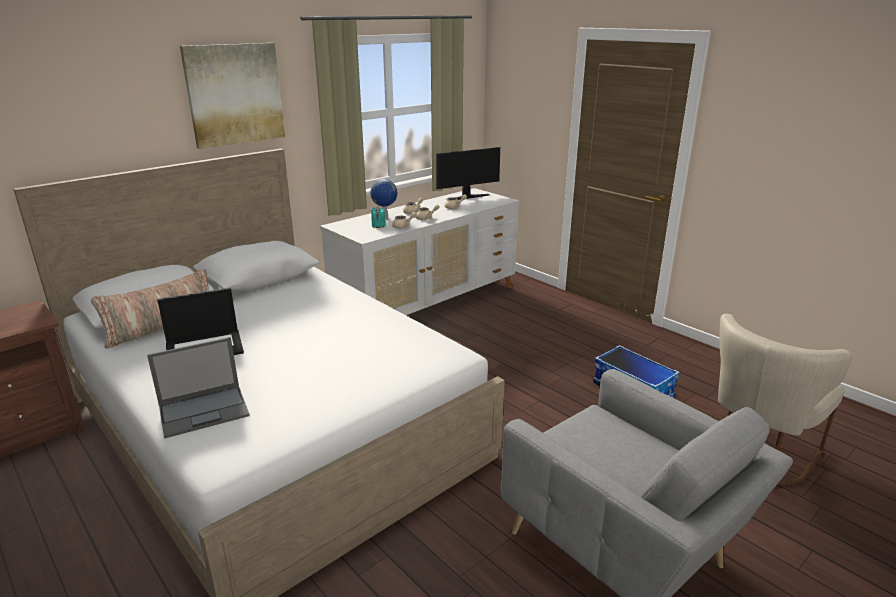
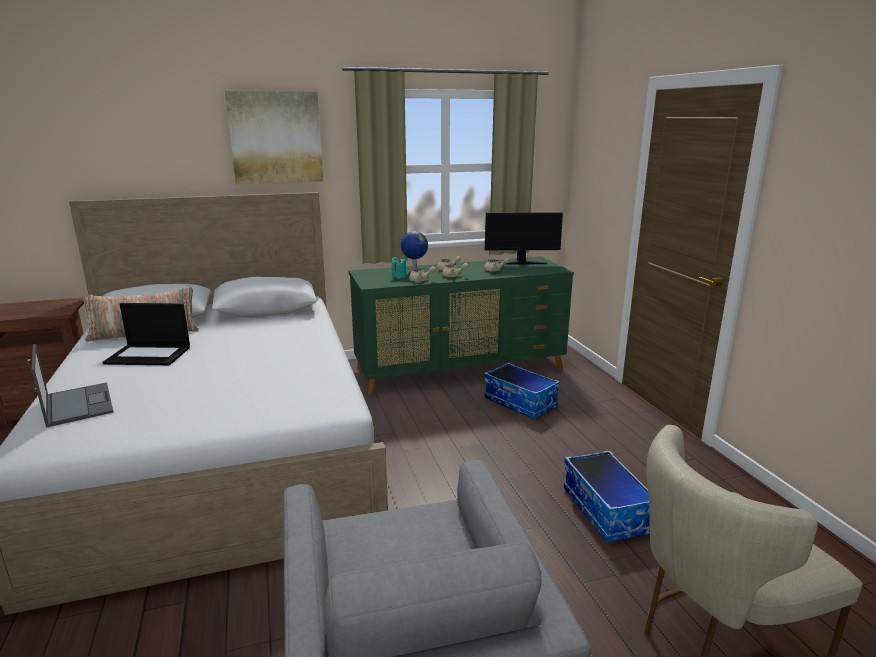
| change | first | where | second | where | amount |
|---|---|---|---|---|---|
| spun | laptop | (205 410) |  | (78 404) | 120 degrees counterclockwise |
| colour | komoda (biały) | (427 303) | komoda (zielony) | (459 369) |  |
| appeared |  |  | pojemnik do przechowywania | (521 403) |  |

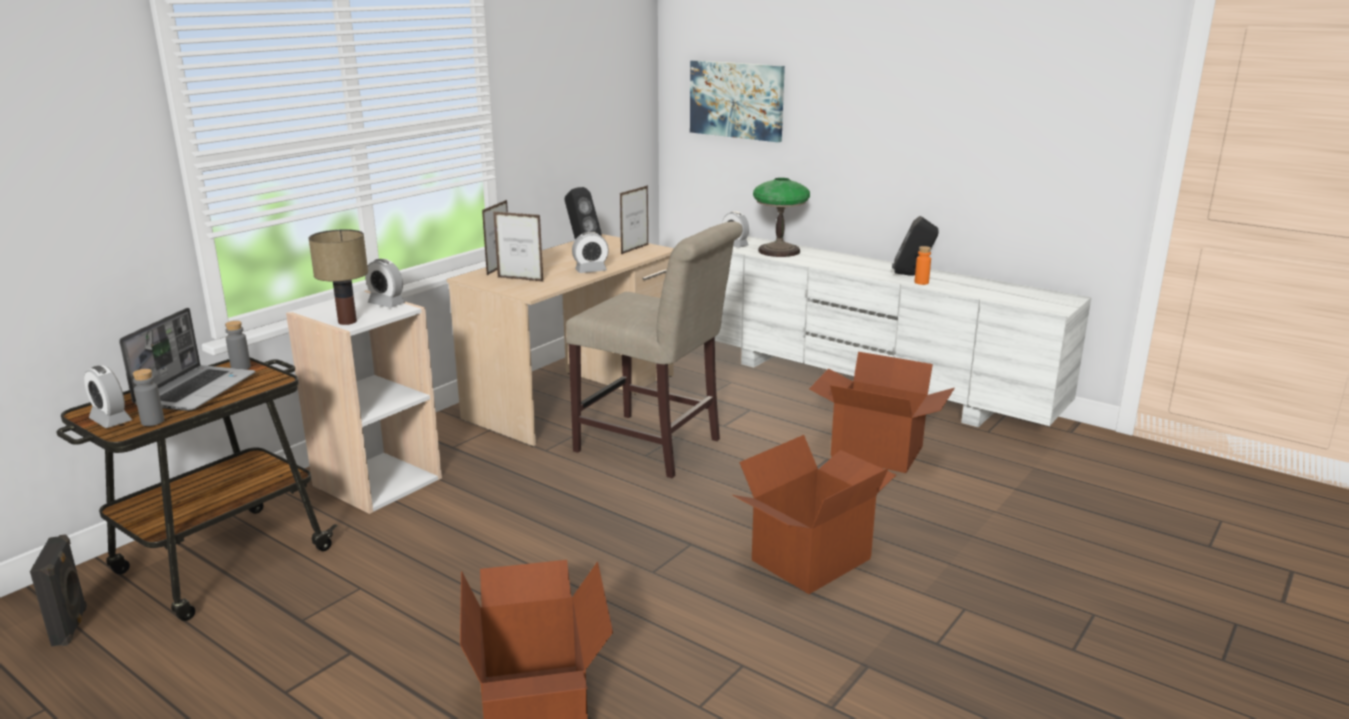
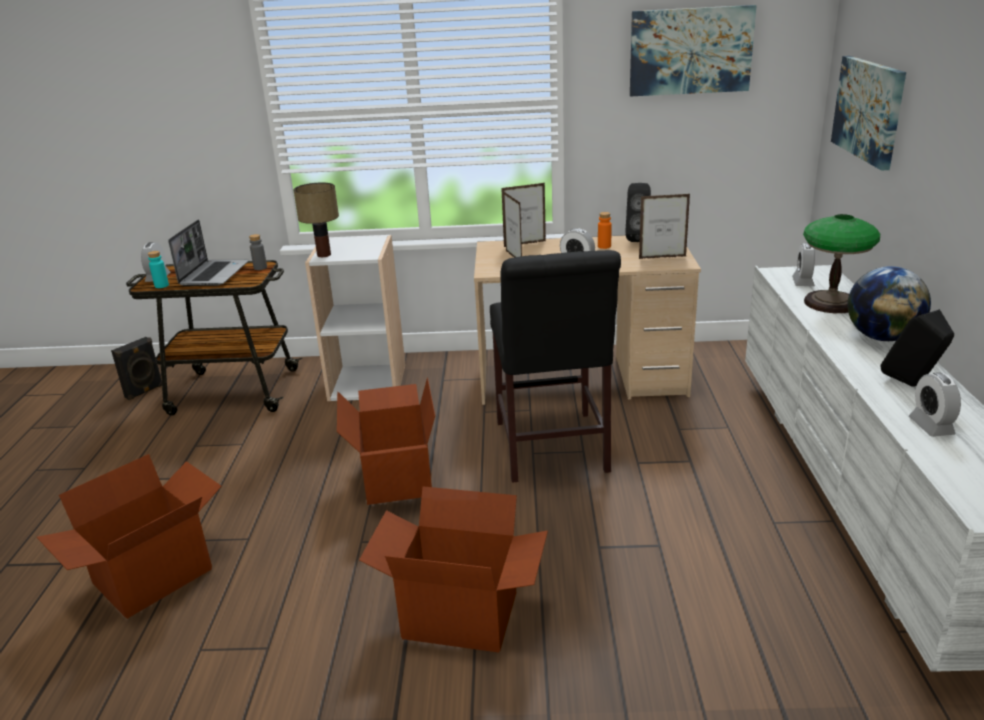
| change | first | where | second | where | amount |
|---|---|---|---|---|---|
| spun | laptop | (196 390) |  | (214 274) | 60 degrees counterclockwise |
| colour | butelka (szary) | (152 421) | butelka (turkusowy) | (161 285) |  |
| relocated | budzik | (386 303) |  | (931 426) |  |
| colour | krzesło (beżowy) | (654 447) | krzesło (czarny) | (551 450) |  |
| relocated | karton | (876 452) |  | (395 478) |  |
| relocated | butelka (pomarańczowy) | (921 282) |  | (604 246) |  |
| appeared |  |  | obraz | (690 51) |  |
| appeared |  |  | globus | (881 337) |  |

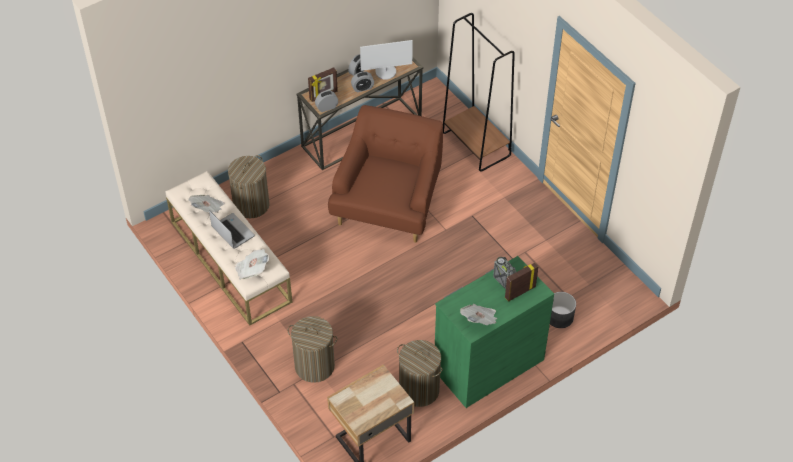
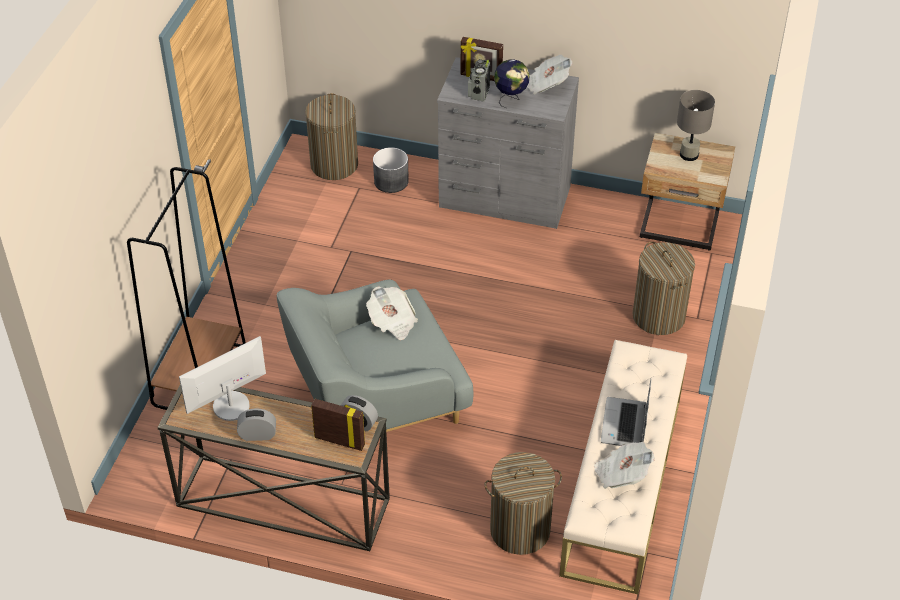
| change | first | where | second | where | amount |
|---|---|---|---|---|---|
| relocated | gazeta | (252 270) |  | (392 322) |  |
| colour | fotel (brązowy) | (388 203) | fotel (szary) | (377 398) |  |
| missing | budzik | (362 88) |  |  |  |
| spun | monitor | (386 72) |  | (230 406) | 75 degrees counterclockwise |
| relocated | kosz na pranie | (419 390) |  | (334 165) |  |
| colour | komoda (zielony) | (487 364) | komoda (szary) | (505 199) |  |
| appeared |  |  | globus | (511 99) |  |
| appeared |  |  | lampa stołowa (szary) | (688 154) |  |

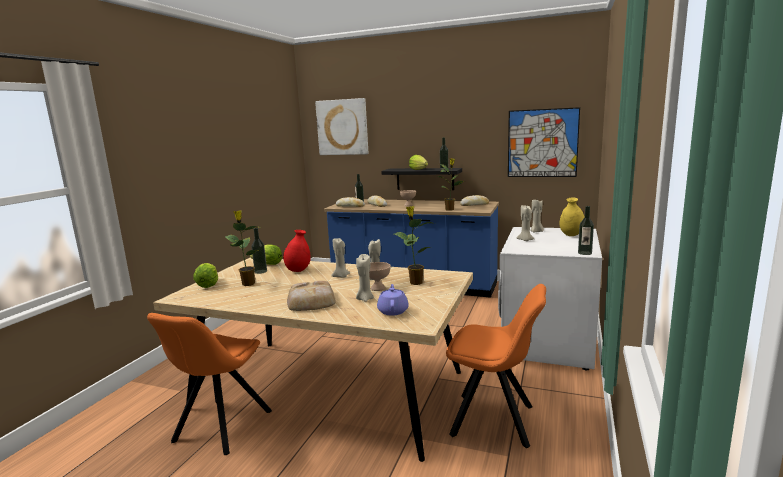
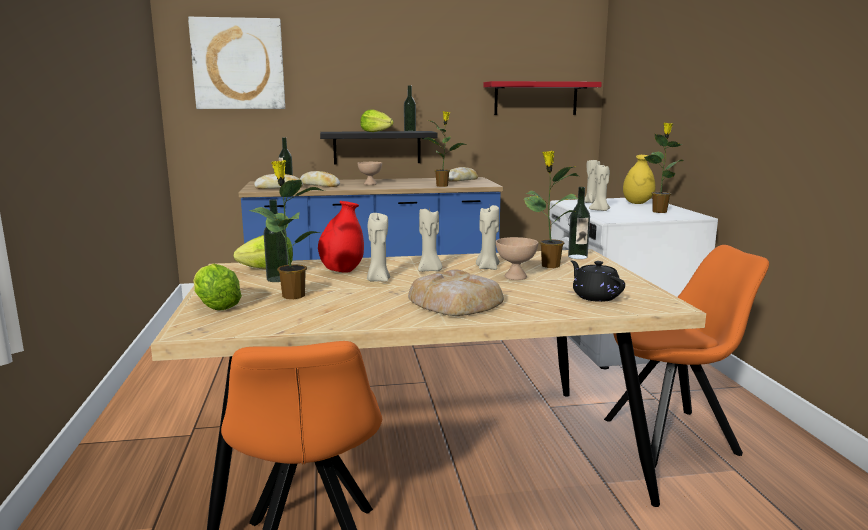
| change | first | where | second | where | amount |
|---|---|---|---|---|---|
| relocated | świeca (beżowy) | (365 299) |  | (378 280) |  |
| colour | imbryk (fioletowy) | (393 311) | imbryk (czarny) | (595 296) |  |
| exchanged | obraz | (542 143) | półka (czerwony) | (535 98) |  |
| relocated | butelka | (584 253) |  | (577 257) |  |
| appeared |  |  | roślina doniczkowa | (659 211) |  |

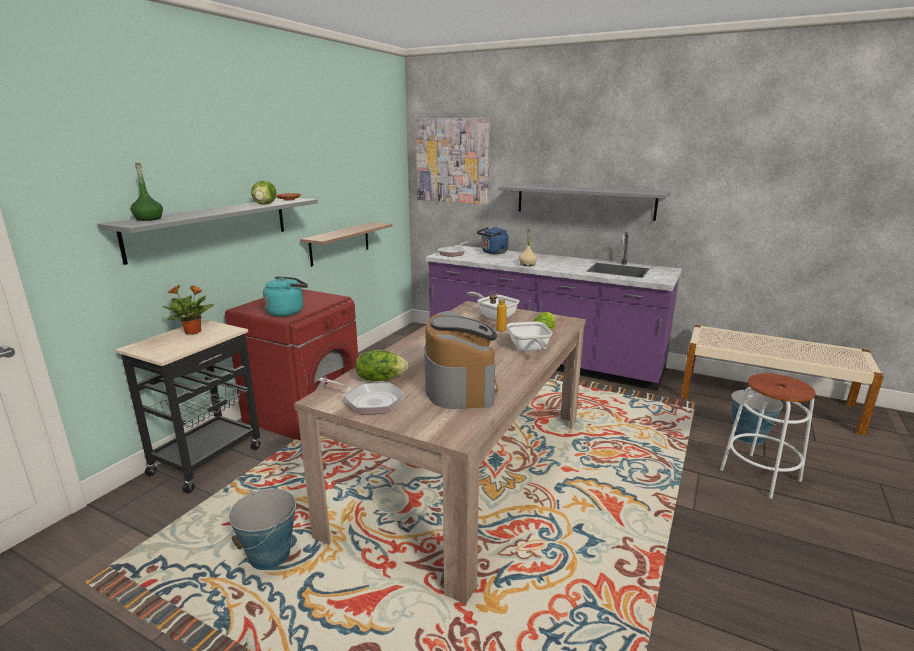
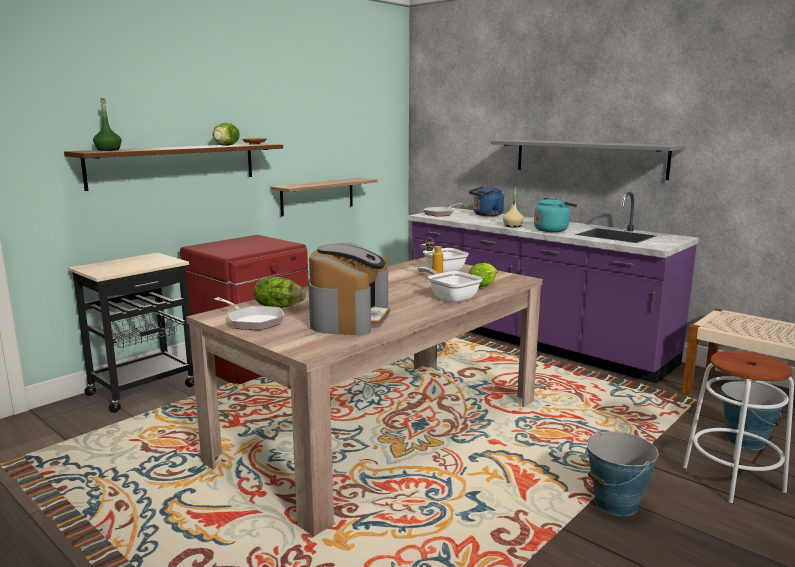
| change | first | where | second | where | amount |
|---|---|---|---|---|---|
| colour | półka (szary) | (212 227) | półka (brązowy) | (174 165) |  |
| missing | roślina doniczkowa | (194 332) |  |  |  |
| relocated | wiadro | (270 556) |  | (616 503) |  |
| relocated | czajnik (turkusowy) | (287 312) |  | (552 230) |  |
| missing | obraz | (453 160) |  |  |  |
| spun | patelnia | (529 349) |  | (450 297) | 135 degrees clockwise |

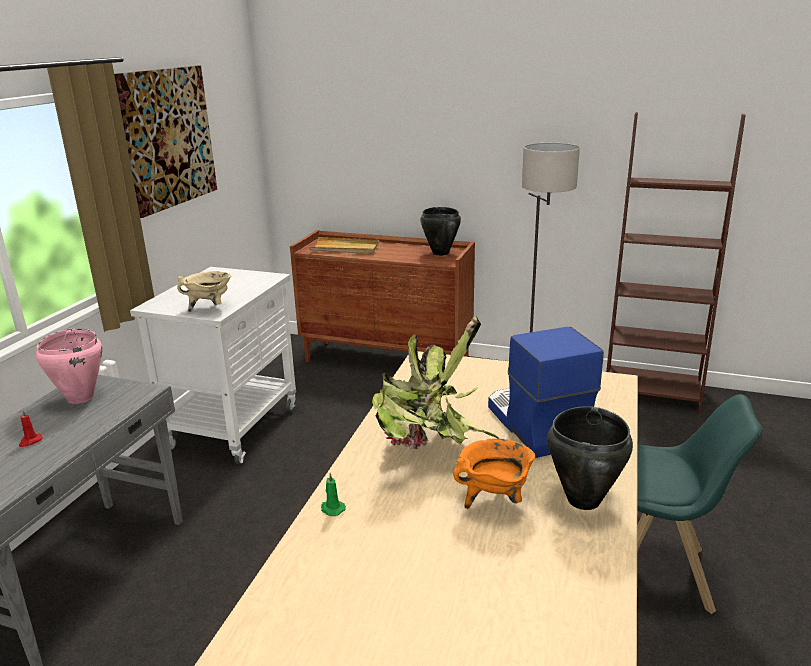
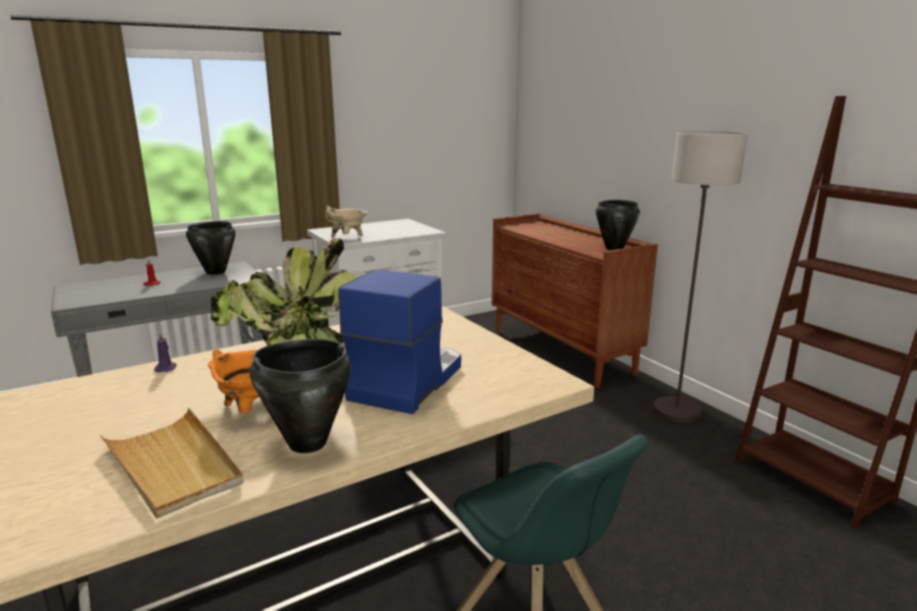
| change | first | where | second | where | amount |
|---|---|---|---|---|---|
| colour | garnek (różowy) | (80 398) | garnek (czarny) | (215 272) |  |
| missing | obraz | (168 138) |  |  |  |
| relocated | taca (beżowy) | (345 248) |  | (173 465) |  |
| colour | świeca (zielony) | (332 509) | świeca (fioletowy) | (166 368) |  |

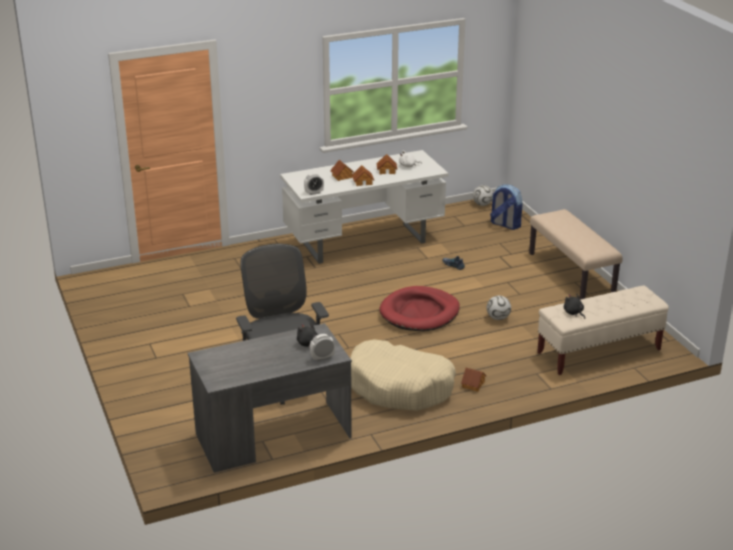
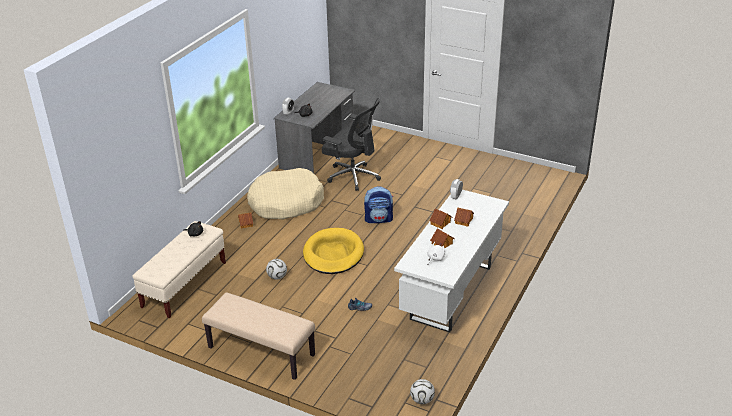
| change | first | where | second | where | amount |
|---|---|---|---|---|---|
| colour | legowisko (czerwony) | (419 312) | legowisko (żółty) | (333 254) |  |
| relocated | plecak | (505 224) |  | (379 219) |  |

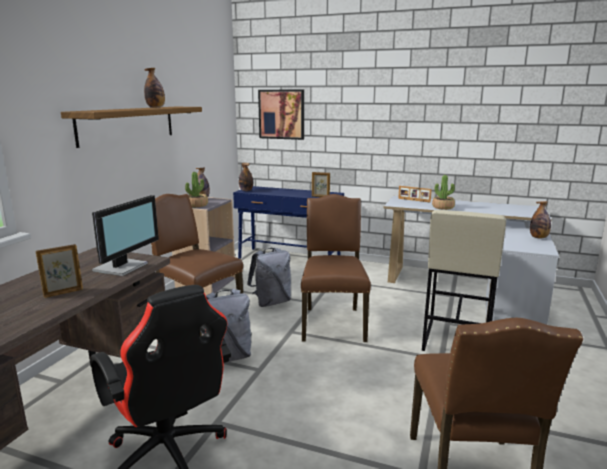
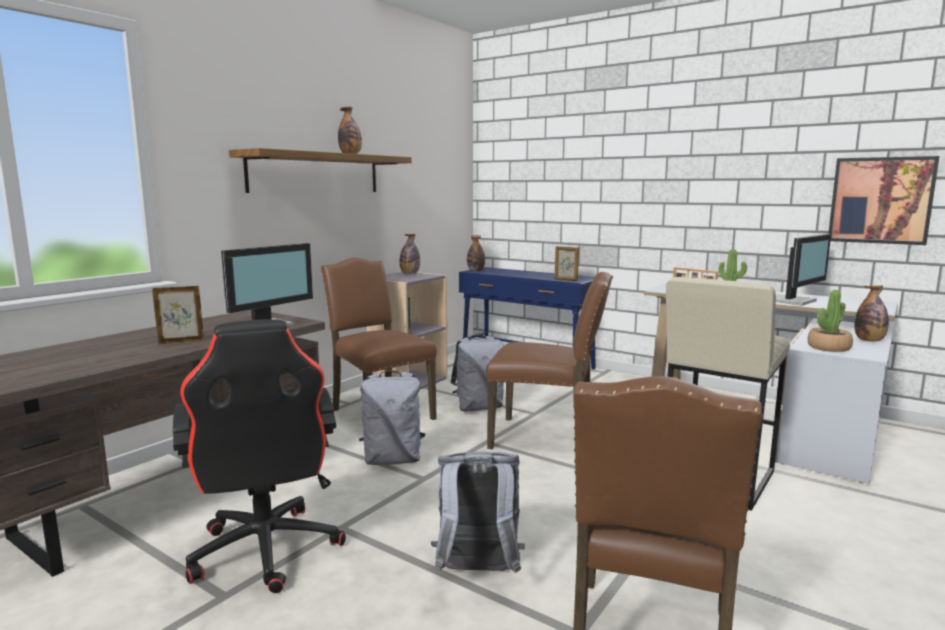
| change | first | where | second | where | amount |
|---|---|---|---|---|---|
| relocated | roślina doniczkowa | (196 205) |  | (828 347) |  |
| relocated | obraz | (281 114) |  | (880 200) |  |
| spun | krzesło (brązowy) | (333 322) |  | (547 438) | 90 degrees clockwise |
| appeared |  |  | plecak (szary) | (477 573) |  |
| appeared |  |  | monitor | (793 301) |  |

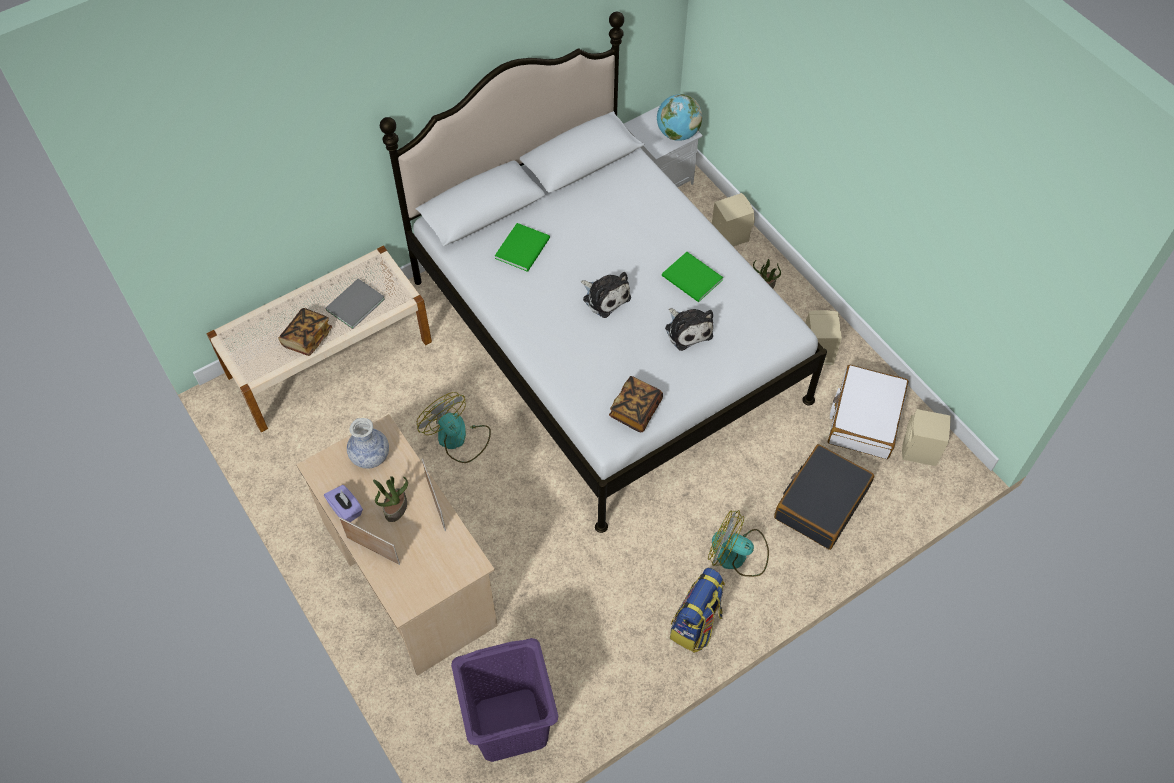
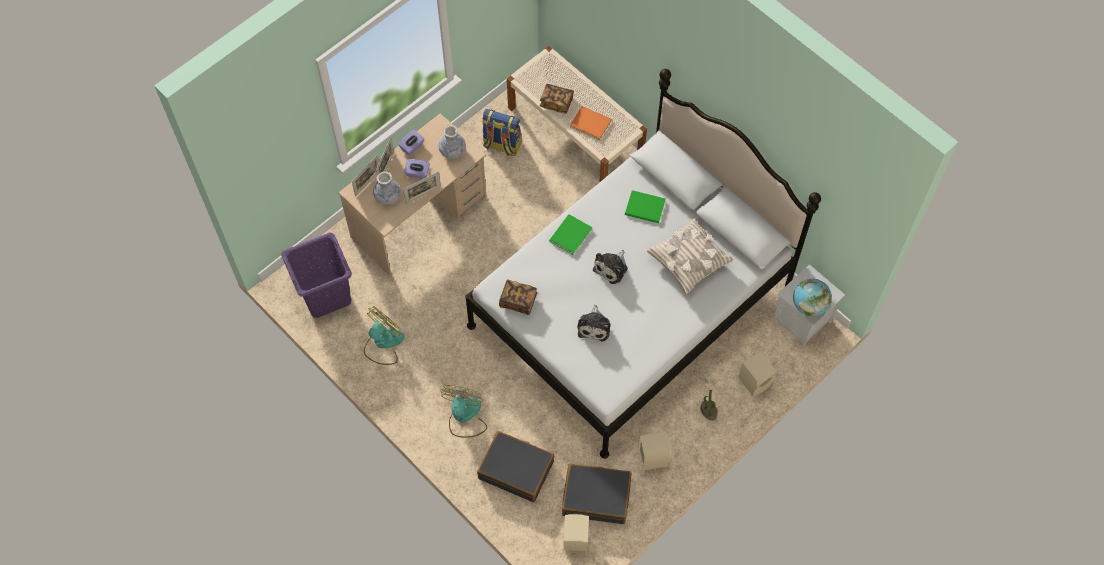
| change | first | where | second | where | amount |
|---|---|---|---|---|---|
| colour | książka (szary) | (353 305) | książka (pomarańczowy) | (590 122) |  |
| exchanged | roślina doniczkowa | (395 508) | pudełko chusteczek (fioletowy) | (417 173) |  |
| relocated | wentylator | (458 439) |  | (383 343) |  |
| relocated | książka (zielony) | (692 280) |  | (569 235) |  |
| spun | pluszak | (687 330) |  | (594 326) | 45 degrees counterclockwise |
| relocated | plecak | (696 625) |  | (501 145) |  |
| colour | walizka (biały) | (864 418) | walizka (czarny) | (596 497) |  |
| appeared |  |  | ramka na zdjęcie | (368 183) |  |
| appeared |  |  | wazon | (388 197) |  |
| appeared |  |  | poduszka (beżowy) | (688 261) |  |

